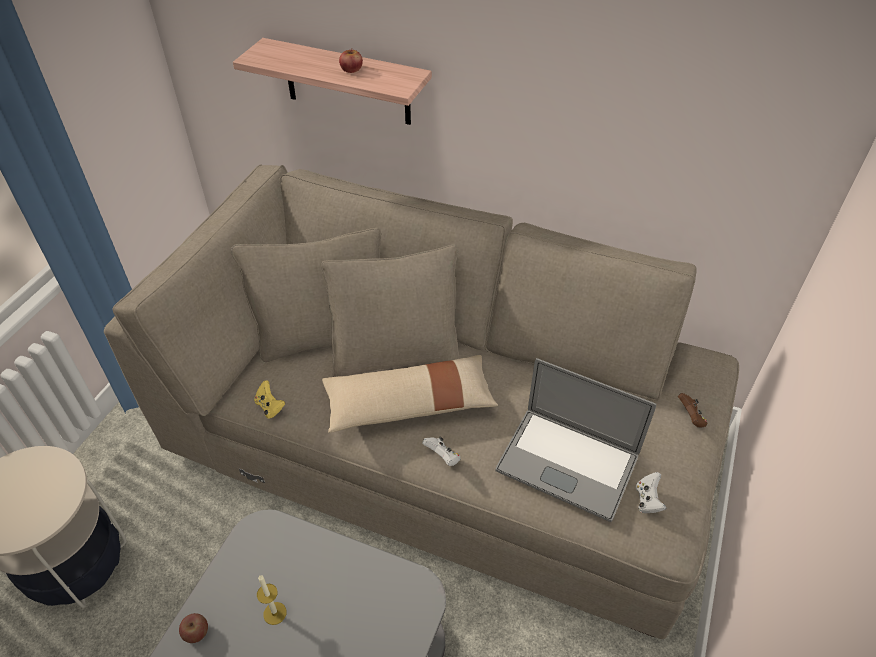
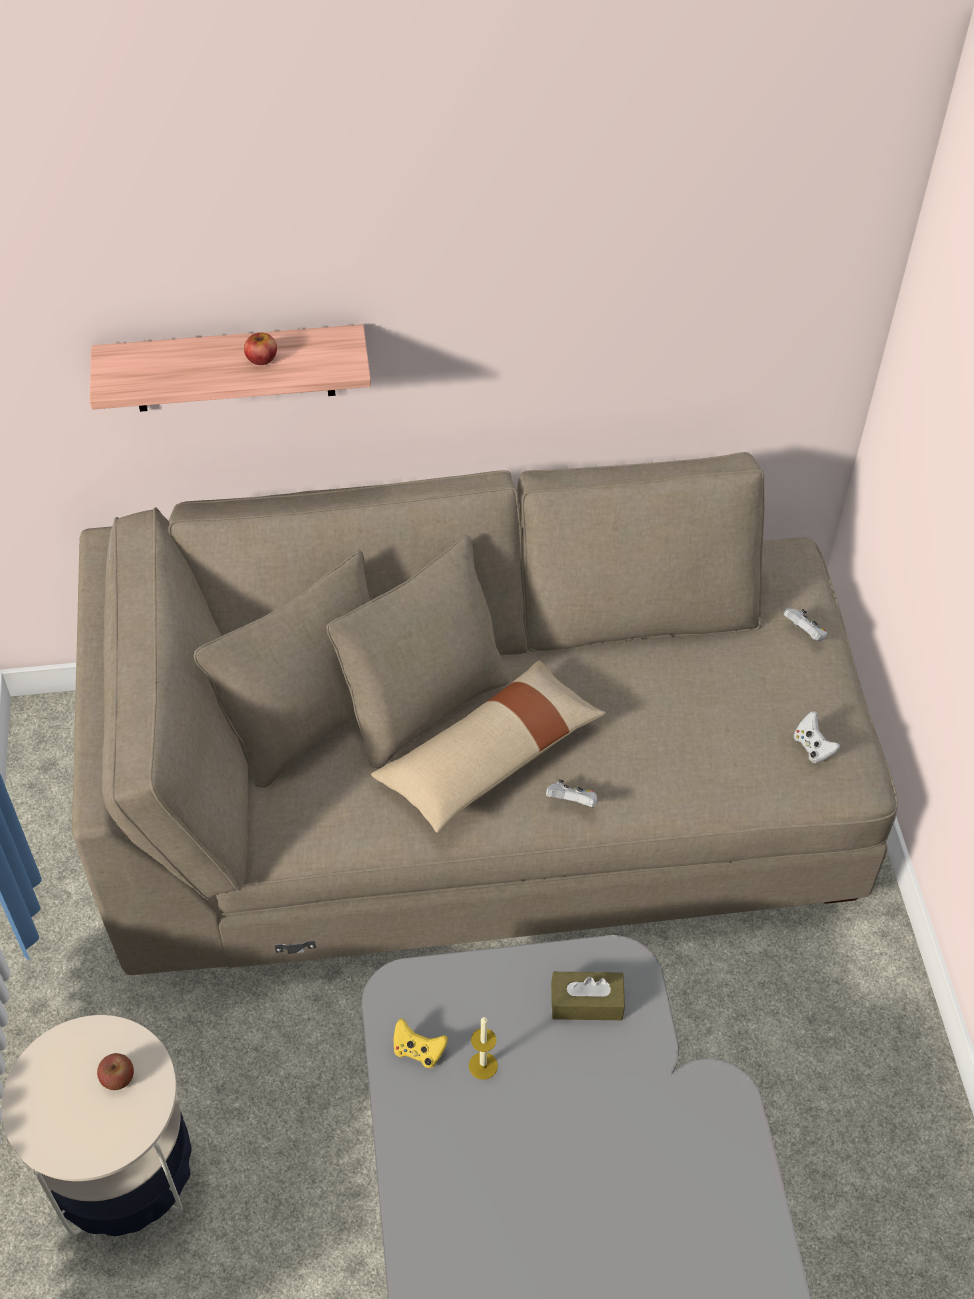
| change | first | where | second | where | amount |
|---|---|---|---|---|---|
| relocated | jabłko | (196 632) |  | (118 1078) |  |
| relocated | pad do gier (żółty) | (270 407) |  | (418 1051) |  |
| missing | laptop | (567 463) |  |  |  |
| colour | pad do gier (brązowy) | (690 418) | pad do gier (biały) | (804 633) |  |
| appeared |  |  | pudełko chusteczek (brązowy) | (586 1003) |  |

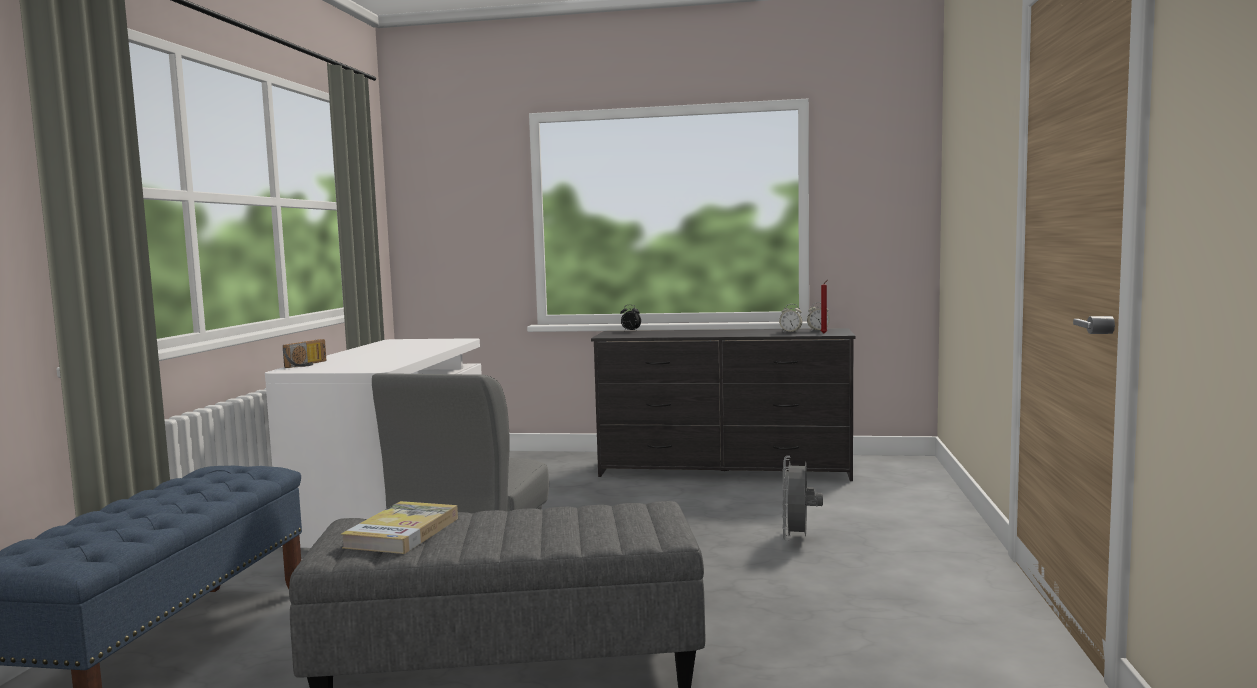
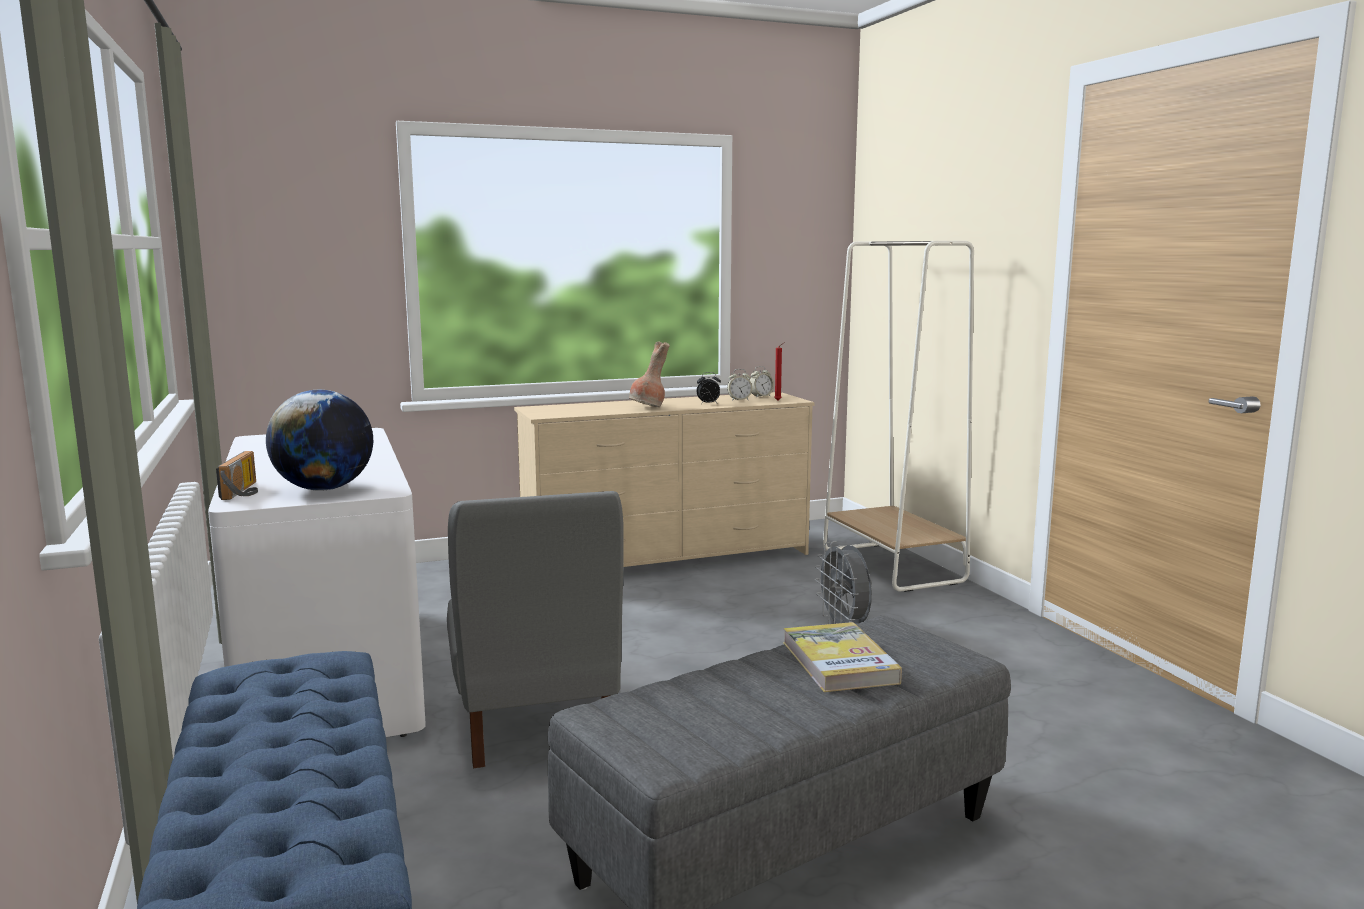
| change | first | where | second | where | amount |
|---|---|---|---|---|---|
| relocated | książka | (402 532) |  | (839 662) |  |
| colour | komoda (czarny) | (723 470) | komoda (beżowy) | (667 559) |  |
| relocated | budzik | (630 331) |  | (708 404) |  |
| appeared |  |  | globus | (324 489) |  |
| appeared |  |  | wazon (brązowy) | (648 408) |  |
| appeared |  |  | wieszak | (892 566) |  |

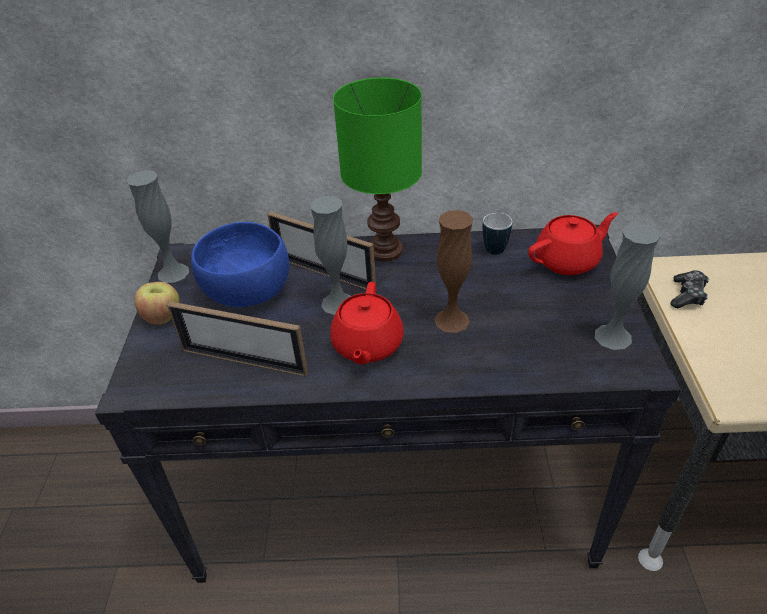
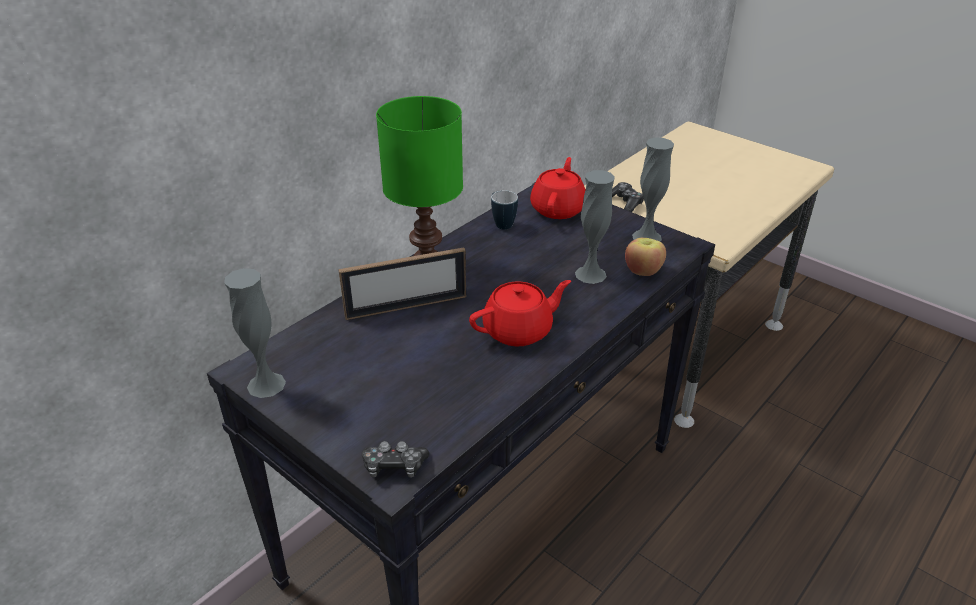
| change | first | where | second | where | amount |
|---|---|---|---|---|---|
| relocated | jabłko | (163 317) |  | (643 271) |  |
| missing | ramka na zdjęcie | (244 361) |  |  |  |
| missing | miska (niebieski) | (248 292) |  |  |  |
| relocated | wazon (szary) | (338 303) |  | (590 274) |  |
| spun | imbryk (czerwony) | (367 345) |  | (519 330) | 75 degrees counterclockwise |
| missing | wazon (brązowy) | (451 320) |  |  |  |
| appeared |  |  | pad do gier | (394 467) |  |

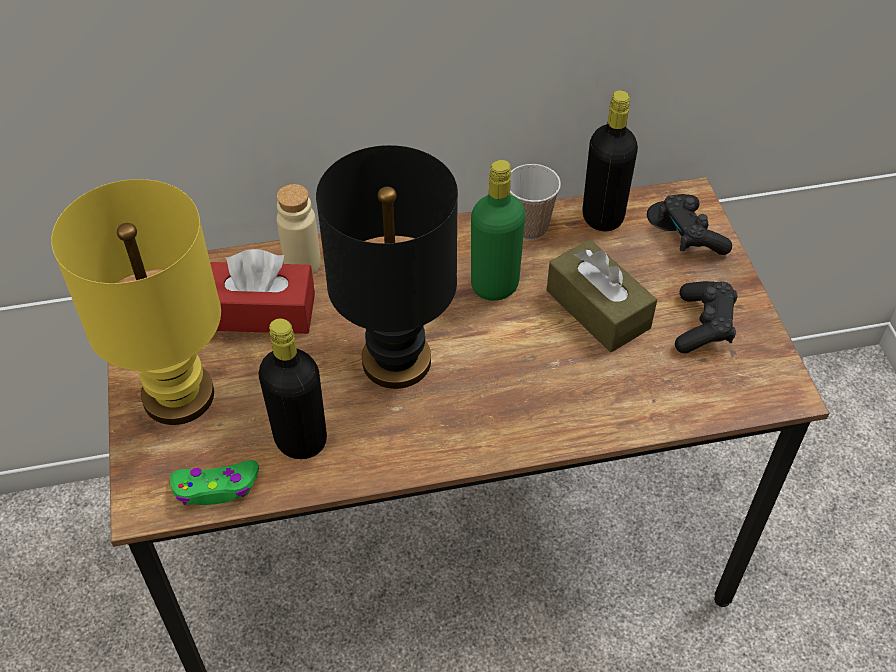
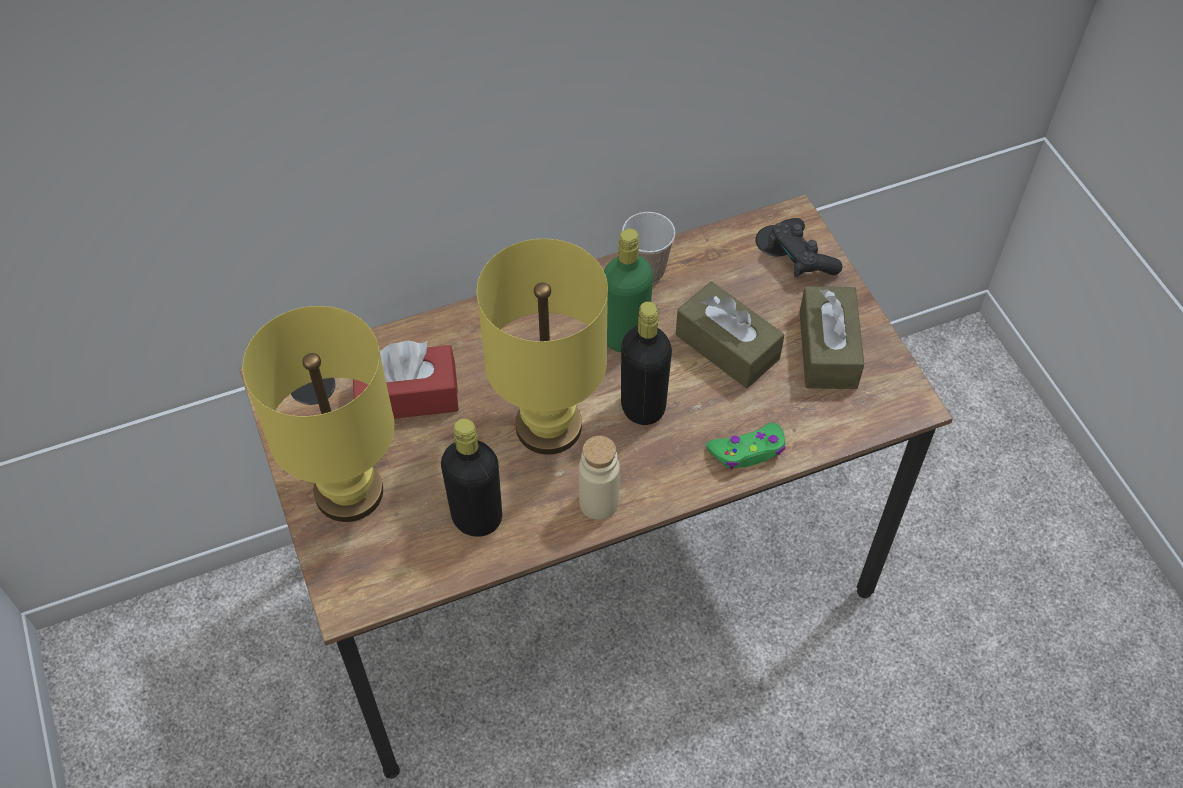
| change | first | where | second | where | amount |
|---|---|---|---|---|---|
| relocated | pad do gier (zielony) | (216 488) |  | (748 451) |  |
| relocated | butelka (beżowy) | (302 264) |  | (598 503) |  |
| colour | lampa stołowa (czarny) | (395 360) | lampa stołowa (żółty) | (547 425) |  |
| relocated | butelka (czarny) | (602 217) |  | (643 407) |  |
| exchanged | pad do gier (czarny) | (703 326) | pudełko chusteczek (brązowy) | (827 350) |  |

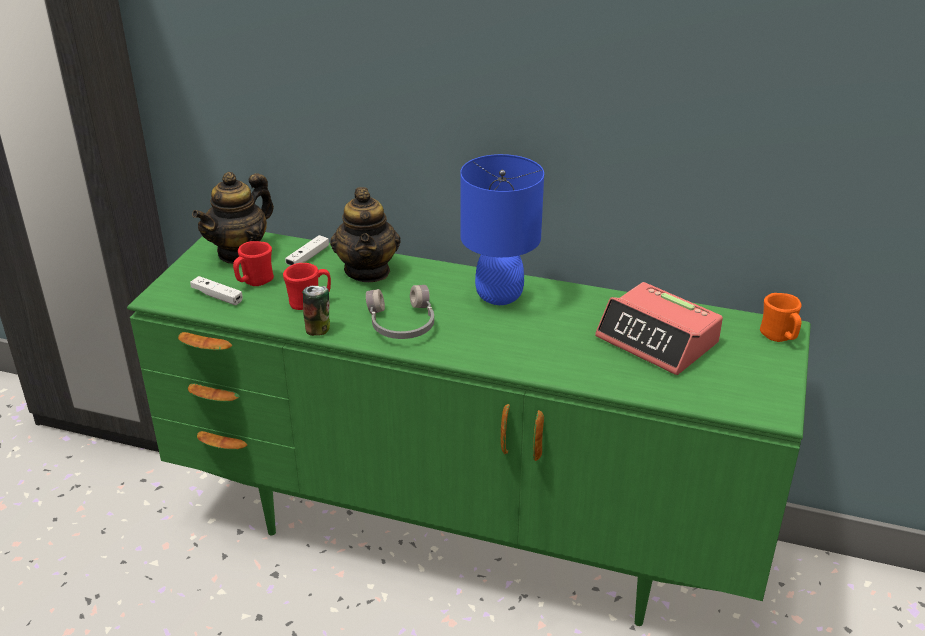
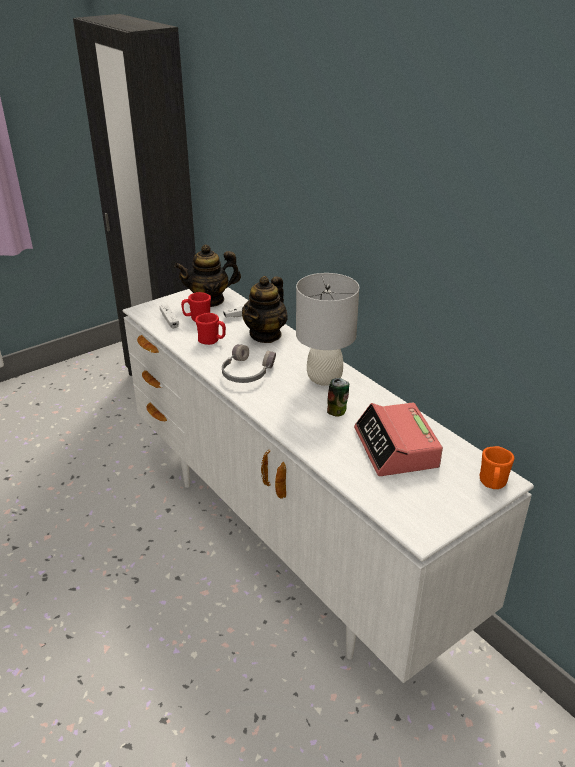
| change | first | where | second | where | amount |
|---|---|---|---|---|---|
| colour | komoda (zielony) | (463 536) | komoda (biały) | (289 542) |  |
| relocated | puszka | (318 330) |  | (337 412) |  |
| colour | lampa stołowa (niebieski) | (497 298) | lampa stołowa (szary) | (322 379) |  |

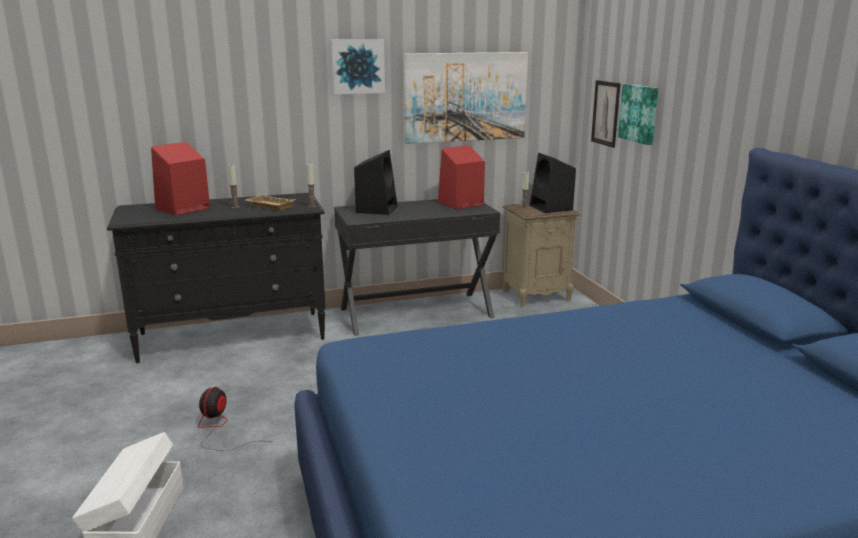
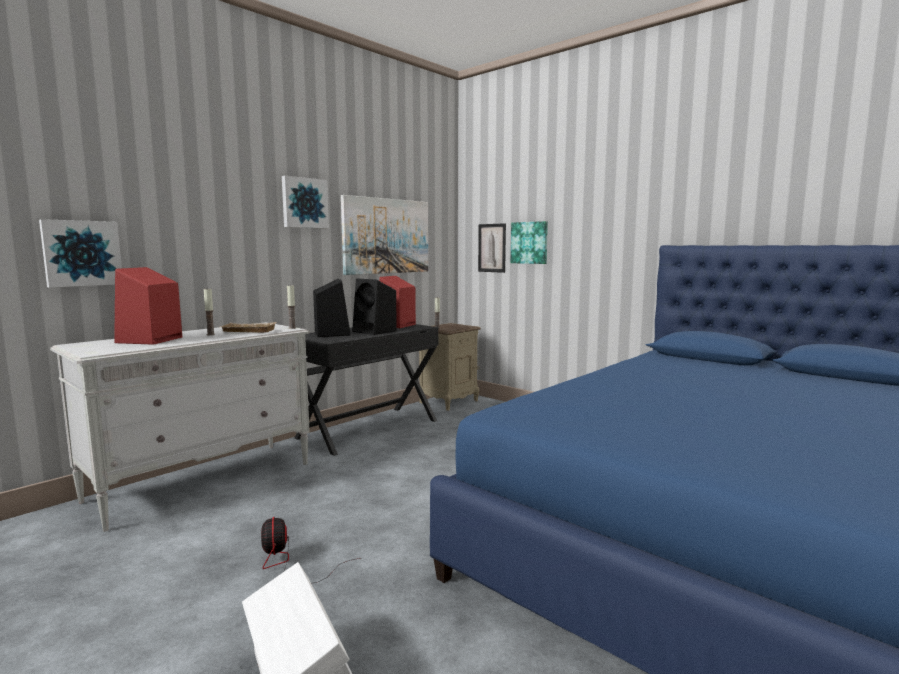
| change | first | where | second | where | amount |
|---|---|---|---|---|---|
| colour | komoda (czarny) | (233 337) | komoda (biały) | (204 482) |  |
| relocated | głośnik (czarny) | (552 208) |  | (375 331) |  |
| appeared |  |  | obraz | (82 253) |  |

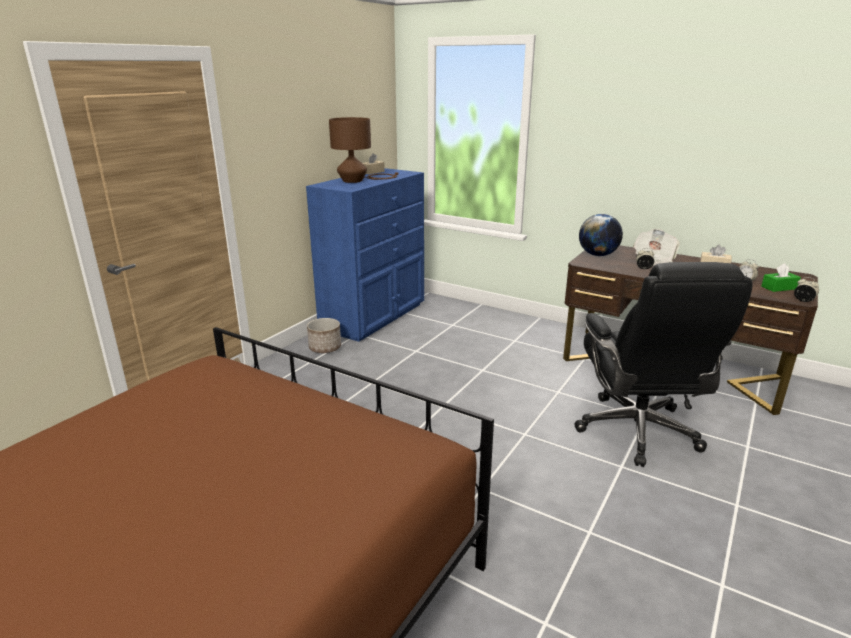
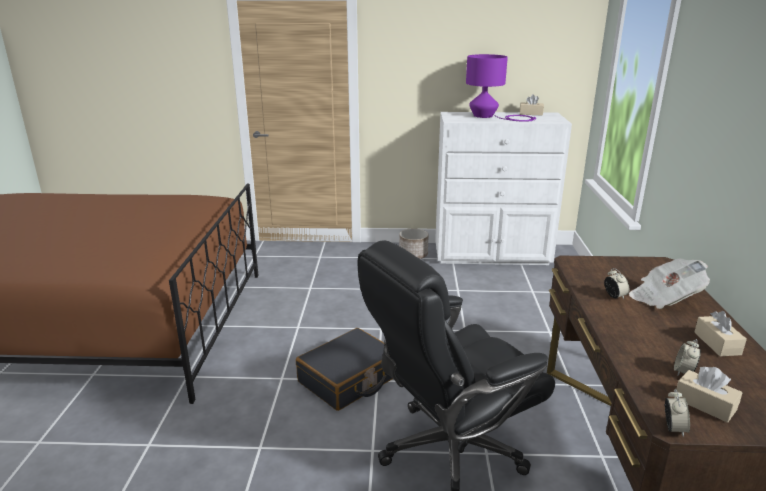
| change | first | where | second | where | amount |
|---|---|---|---|---|---|
| colour | komoda (niebieski) | (375 317) | komoda (biały) | (492 255) |  |
| colour | lampa stołowa (brązowy) | (364 179) | lampa stołowa (fioletowy) | (497 117) |  |
| missing | globus | (598 255) |  |  |  |
| colour | pudełko chusteczek (zielony) | (779 288) | pudełko chusteczek (beżowy) | (705 404) |  |
| appeared |  |  | walizka (czarny) | (349 379) |  |

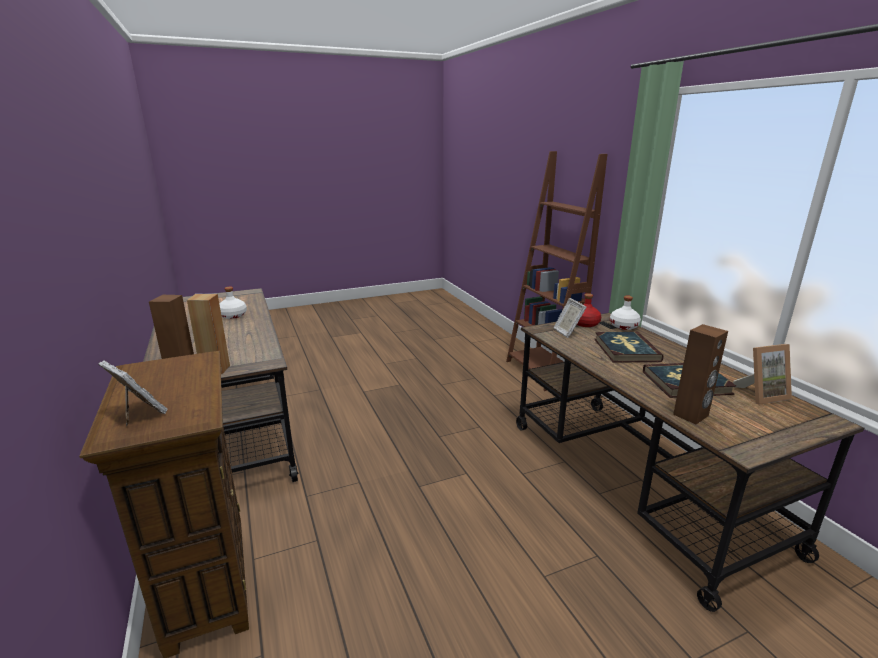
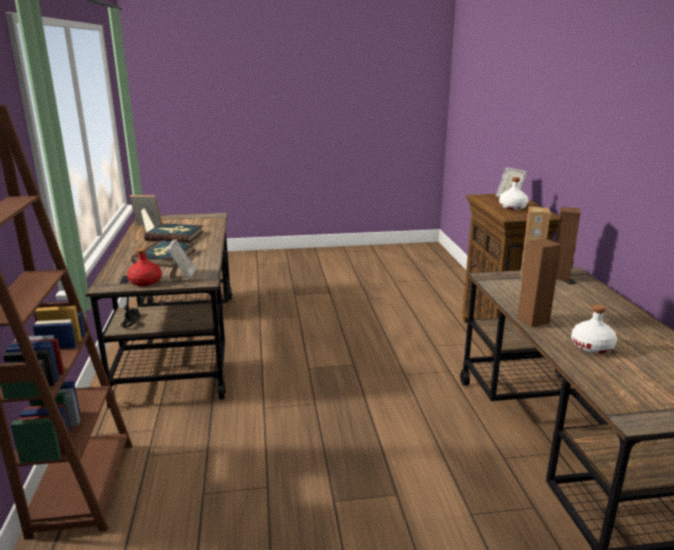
| change | first | where | second | where | amount |
|---|---|---|---|---|---|
| relocated | butelka (biały) | (624 326) |  | (512 207) |  |
| relocated | głośnik (brązowy) | (691 415) |  | (533 320) |  |

